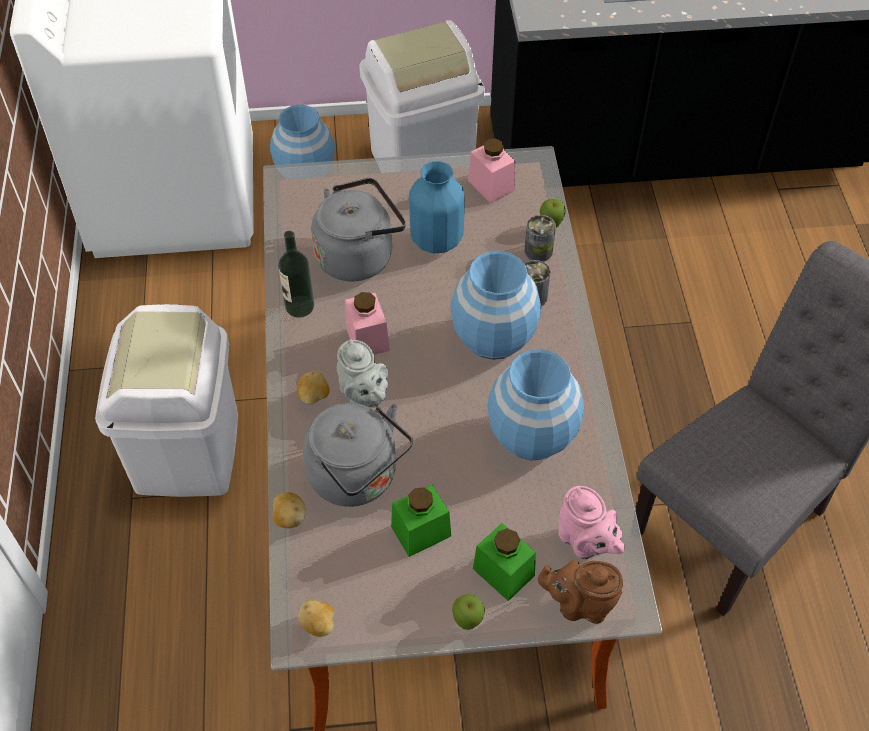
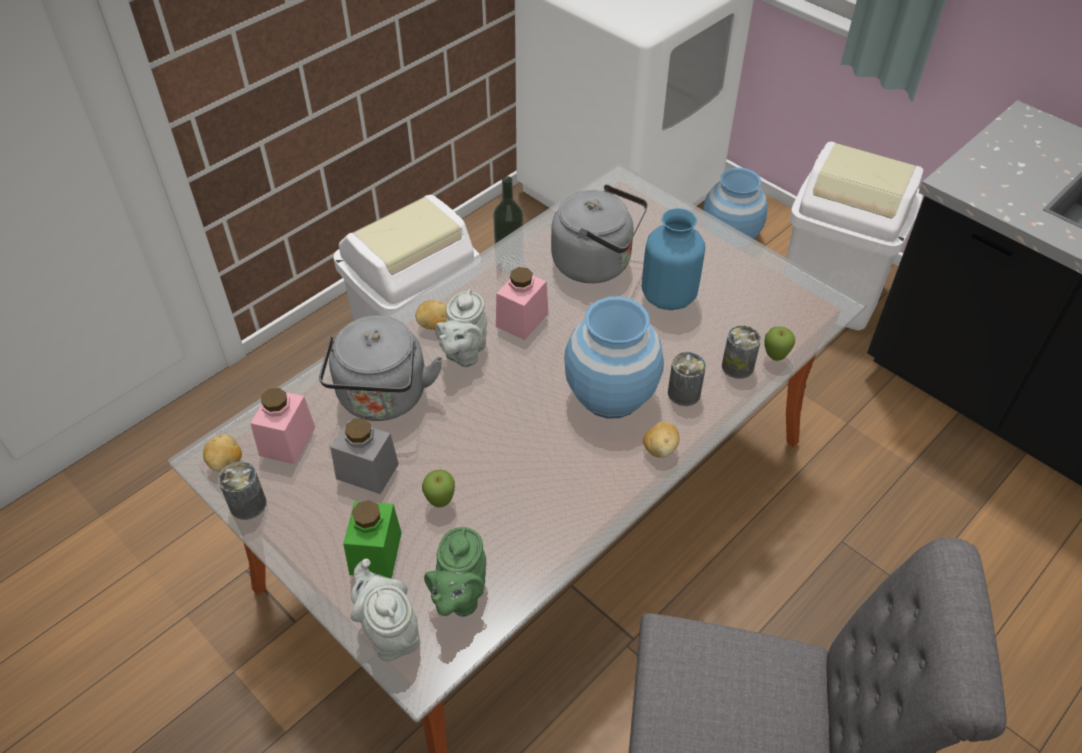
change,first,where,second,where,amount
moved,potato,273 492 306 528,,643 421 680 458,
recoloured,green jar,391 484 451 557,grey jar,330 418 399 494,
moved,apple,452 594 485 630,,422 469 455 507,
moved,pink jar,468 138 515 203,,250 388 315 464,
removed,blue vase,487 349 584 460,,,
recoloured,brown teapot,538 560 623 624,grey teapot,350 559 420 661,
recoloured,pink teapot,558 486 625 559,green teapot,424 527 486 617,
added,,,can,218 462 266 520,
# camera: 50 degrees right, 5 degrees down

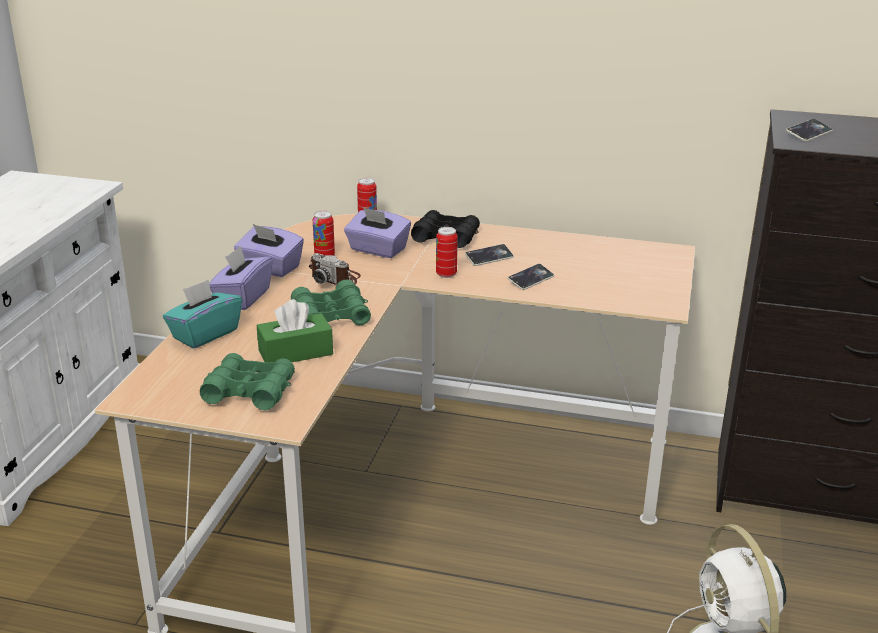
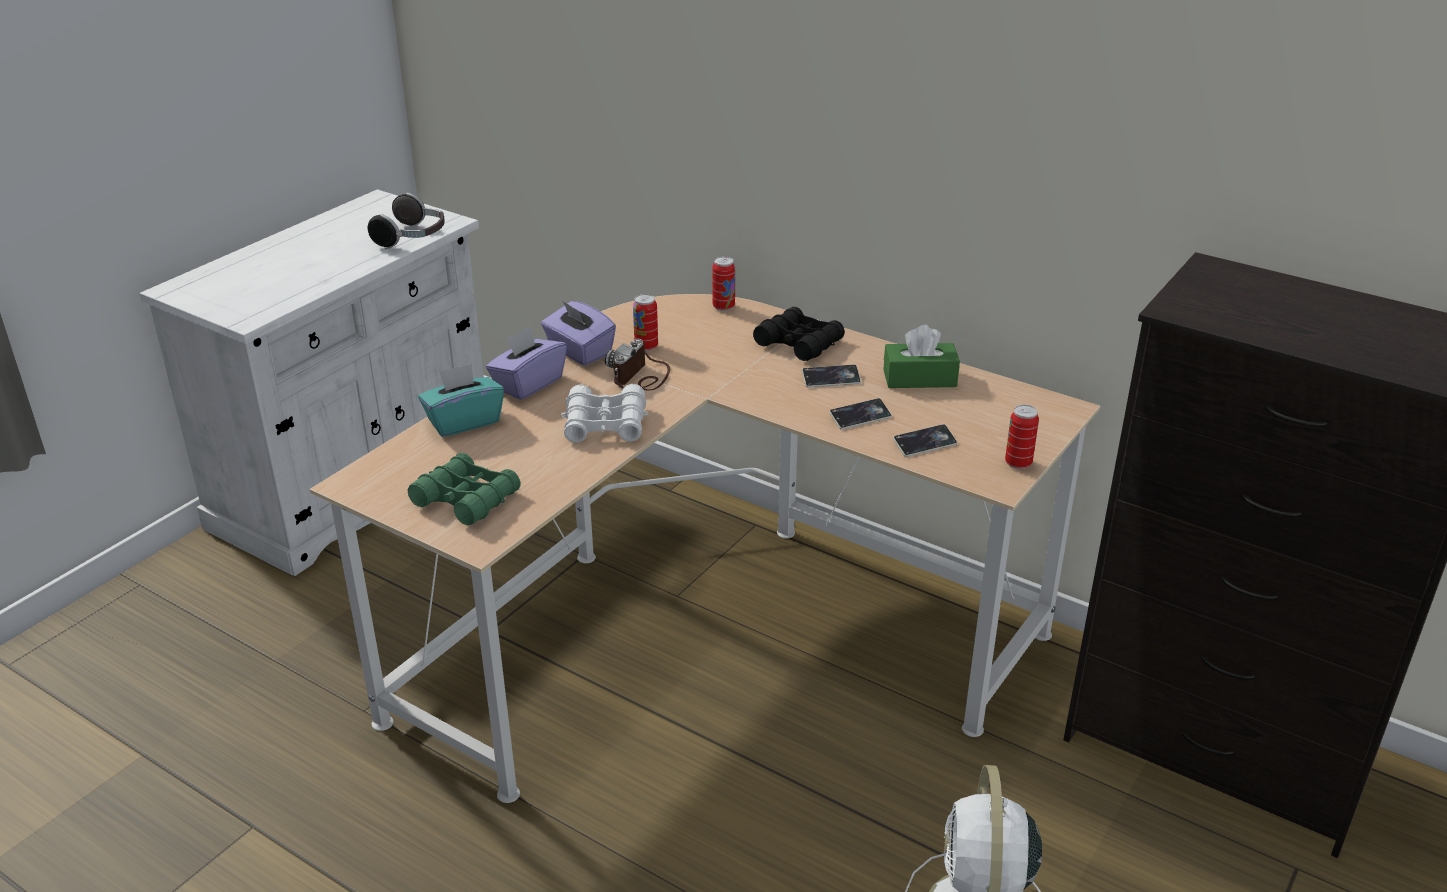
change,first,where,second,where,amount
moved,green tissue box,257 299 333 363,,883 325 960 388,
recoloured,green binoculars,291 280 371 325,white binoculars,561 384 649 443,
turned,photo camera,309 253 361 285,,605 339 670 391,60 degrees clockwise
removed,purple tissue box,344 207 411 258,,,
moved,can,436 227 458 278,,1005 405 1039 469,
moved,phone,786 119 833 142,,893 424 957 457,
added,,,headphones,368 193 445 249,
# camera: 20 degrees right, 5 degrees up

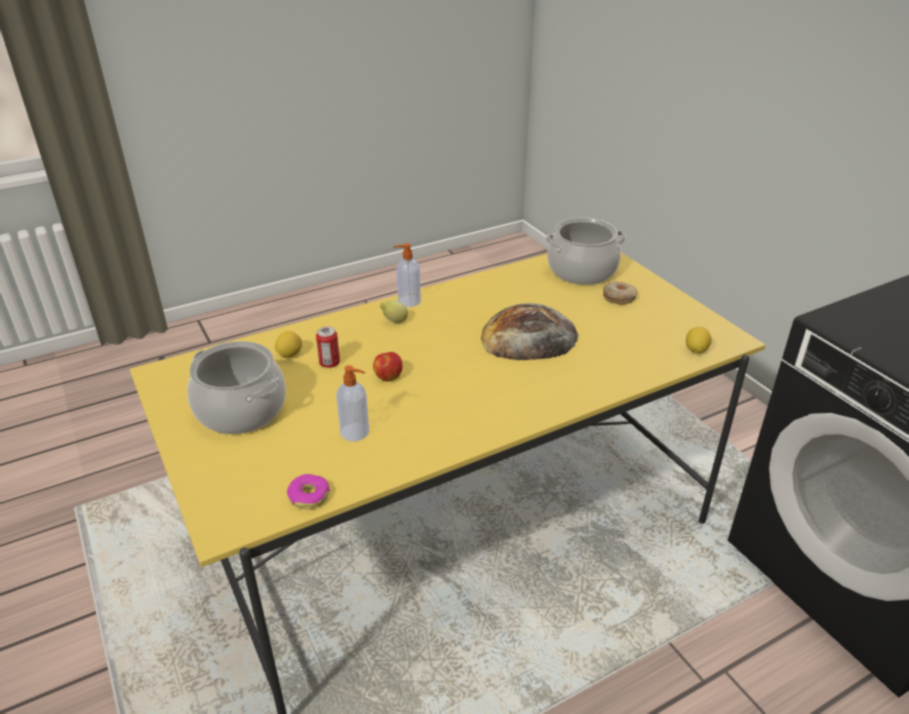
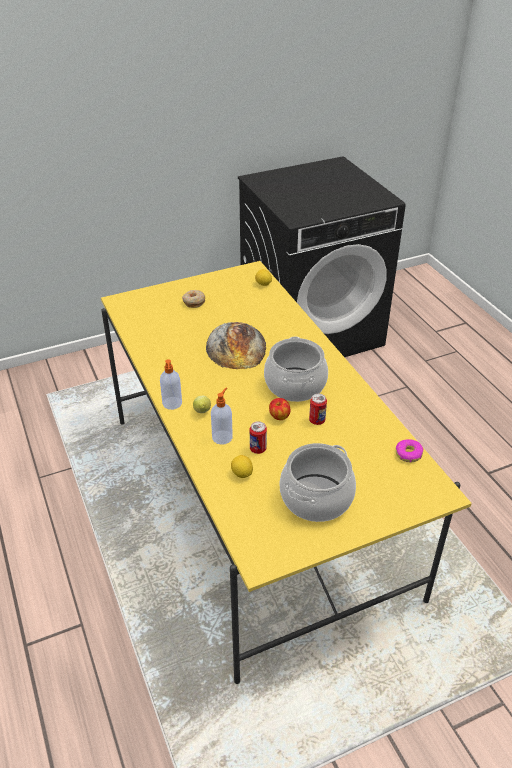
change,first,where,second,where,amount
moved,soap dispenser,336 365 369 442,,211 388 233 445,
moved,cooking pot,545 218 626 285,,264 337 328 402,
added,,,can,309 394 327 425,
# camera: 85 degrees left, 5 degrees up

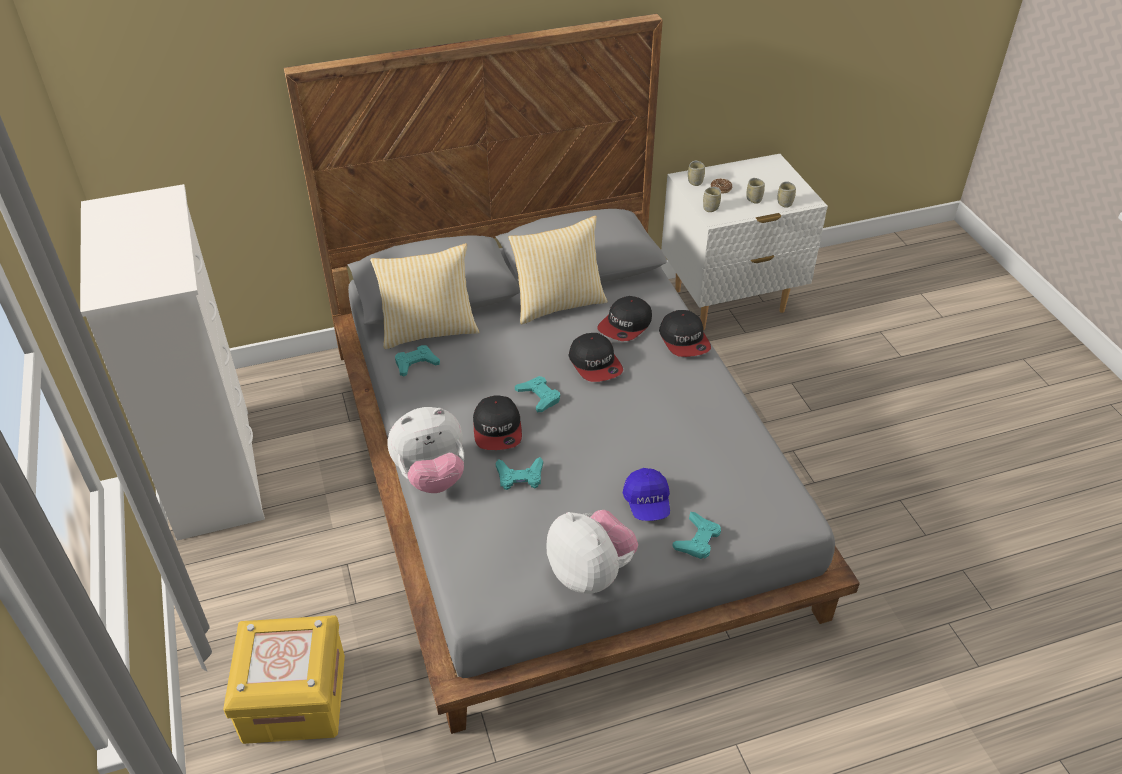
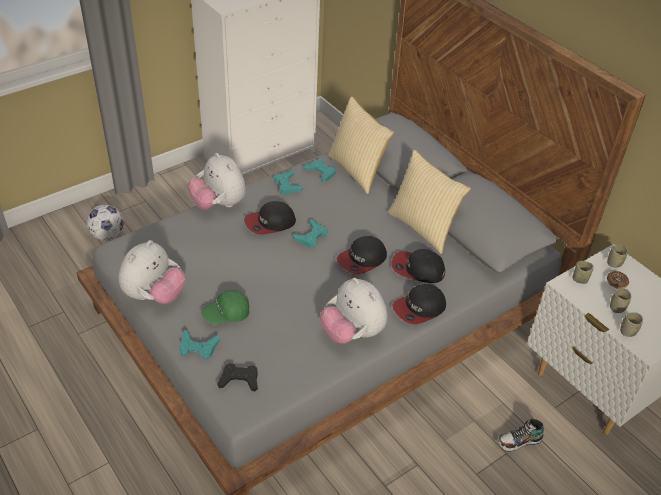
change,first,where,second,where,amount
replaced,yellow storage box,223 615 345 744,football,86 205 123 240,
moved,turquoise game controller,496 457 543 490,,274 170 303 195,
recoloured,blue cap,622 468 670 521,green cap,201 290 249 325,
added,,,black game controller,217 363 258 392,
added,,,plush toy,320 278 388 344,
added,,,shoe,497 419 544 452,
# camera: 70 degrees right, 0 degrees up

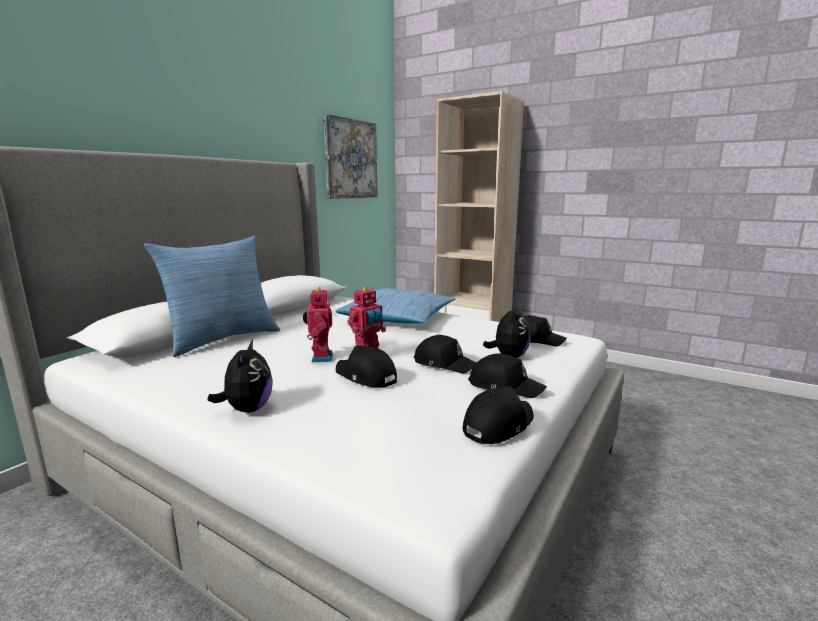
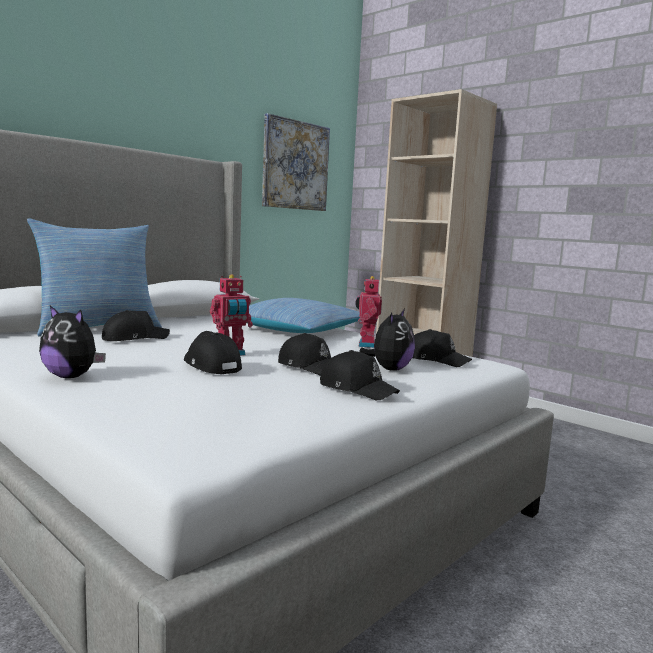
change,first,where,second,where,amount
turned,plush toy,207 340 273 413,,39 305 106 378,105 degrees clockwise
moved,toy robot,303 287 333 362,,355 276 382 348,
moved,black cap,463 386 534 444,,102 310 170 341,
# camera: 10 degrees right, 5 degrees down

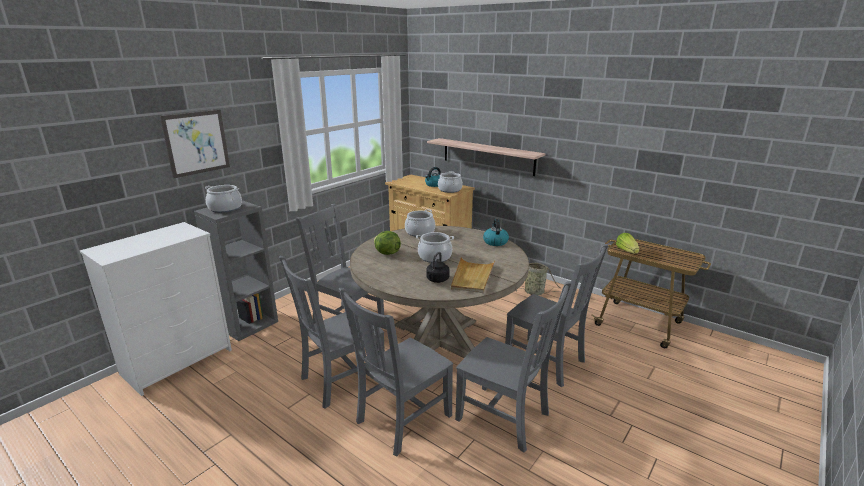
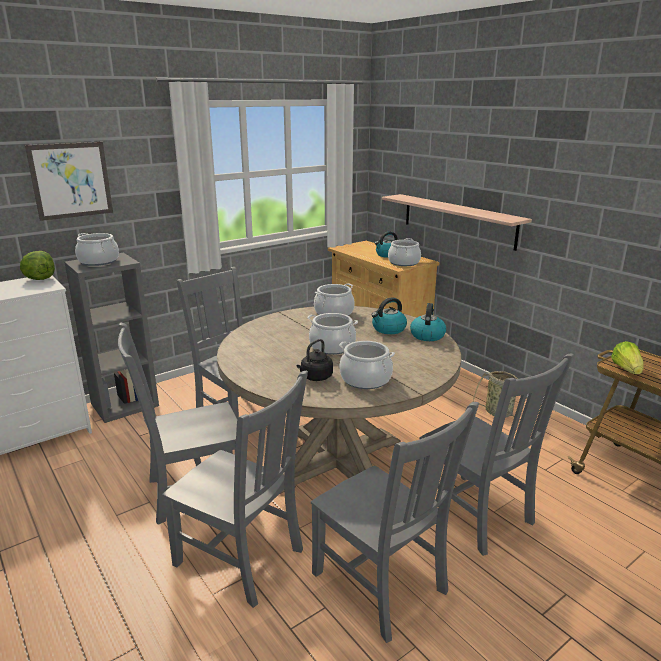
change,first,where,second,where,amount
turned,grey chair,339 288 453 456,,162 371 308 608,120 degrees counterclockwise
moved,lettuce,374 231 401 255,,20 251 55 280,
replaced,beige tray,451 257 495 293,cooking pot,339 341 395 389,
added,,,kettle,371 297 407 334,
# camera: 15 degrees right, 0 degrees up

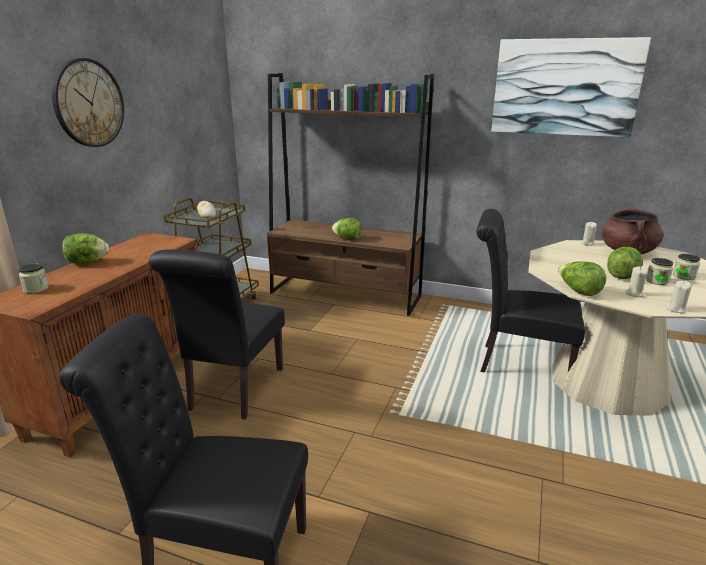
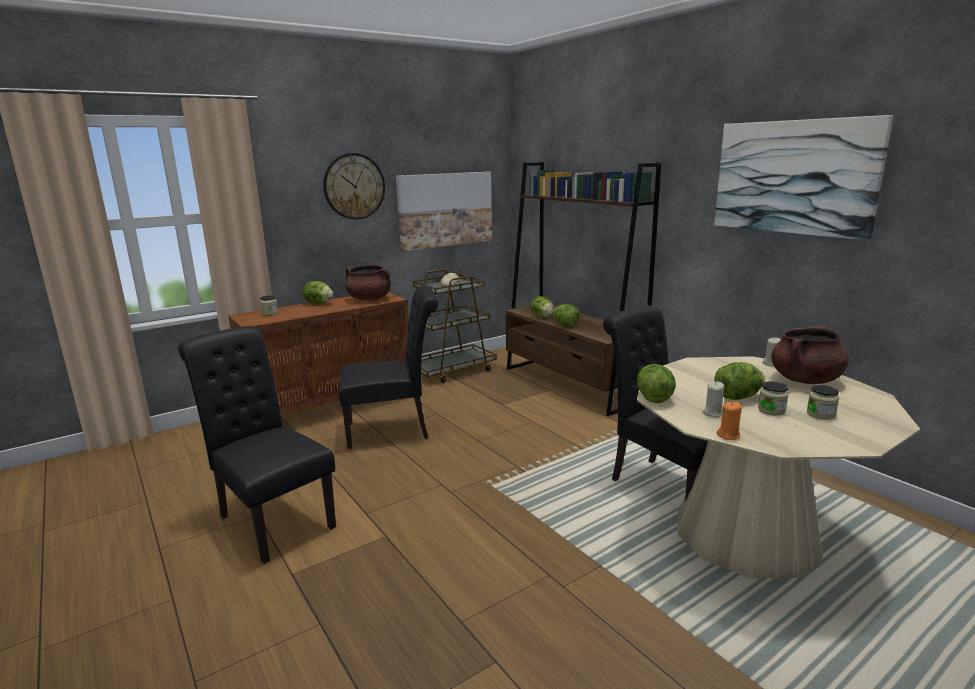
change,first,where,second,where,amount
turned,black chair,149 249 285 420,,339 285 438 449,150 degrees counterclockwise
recoloured,beige candle,666 281 692 313,orange candle,717 401 742 440,
added,,,brown cooking pot,345 265 391 300,
added,,,picture,396 172 492 251,
added,,,lettuce,530 296 554 318,
# camera: 35 degrees right, 5 degrees down

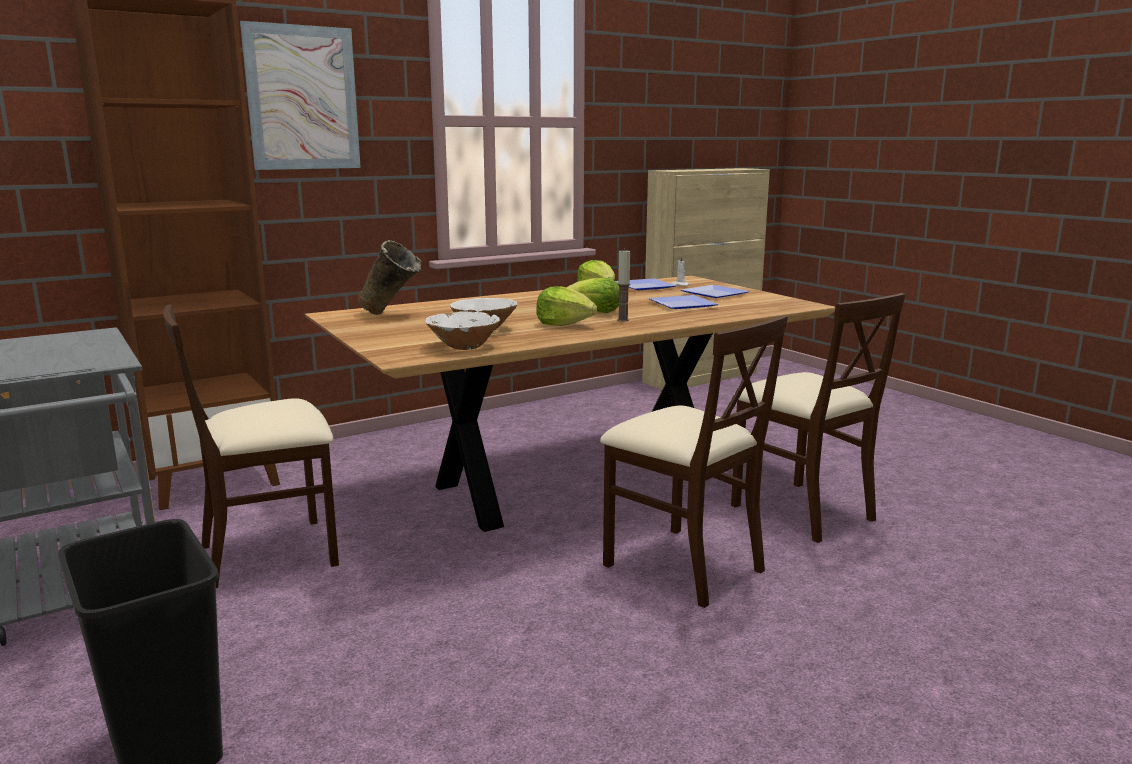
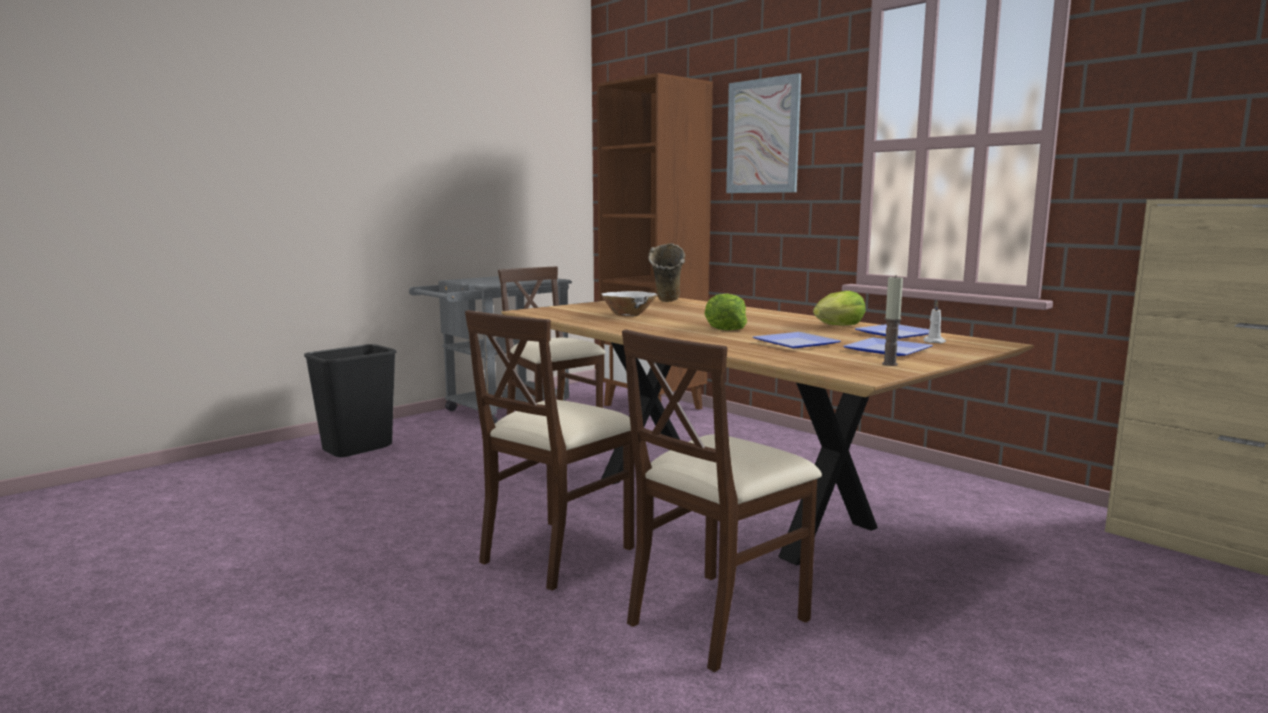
change,first,where,second,where,amount
removed,white bowl,425 311 500 350,,,
removed,lettuce,537 286 597 326,,,
moved,candle,617 249 630 322,,882 276 903 366,
# camera: 80 degrees right, 5 degrees down

